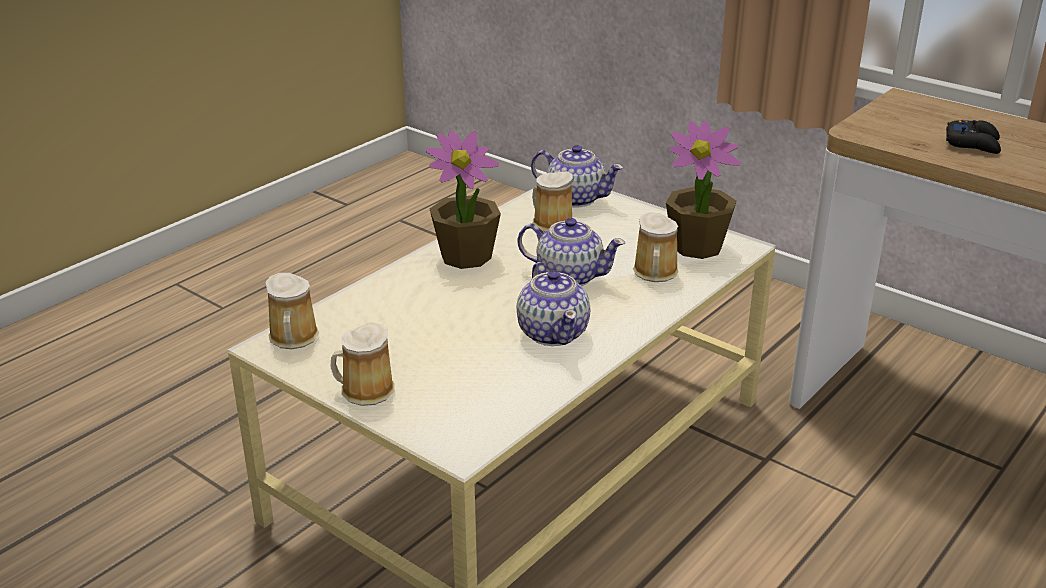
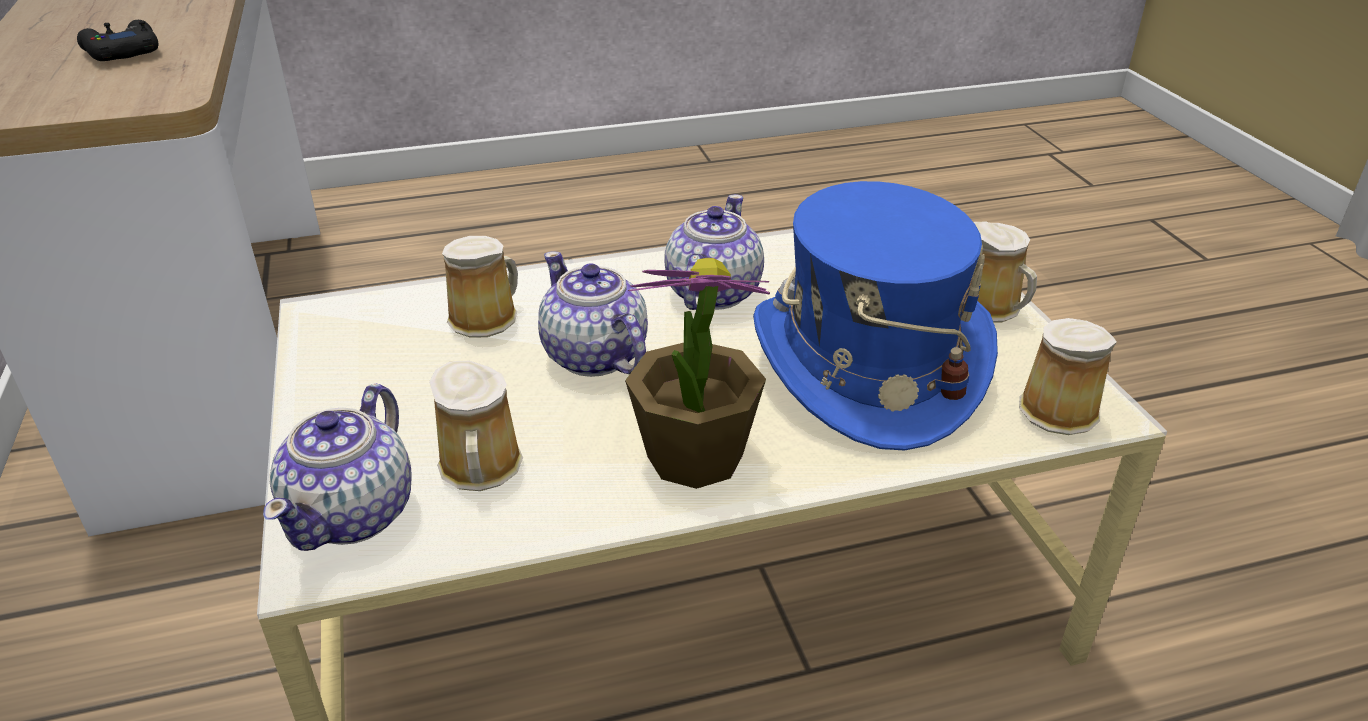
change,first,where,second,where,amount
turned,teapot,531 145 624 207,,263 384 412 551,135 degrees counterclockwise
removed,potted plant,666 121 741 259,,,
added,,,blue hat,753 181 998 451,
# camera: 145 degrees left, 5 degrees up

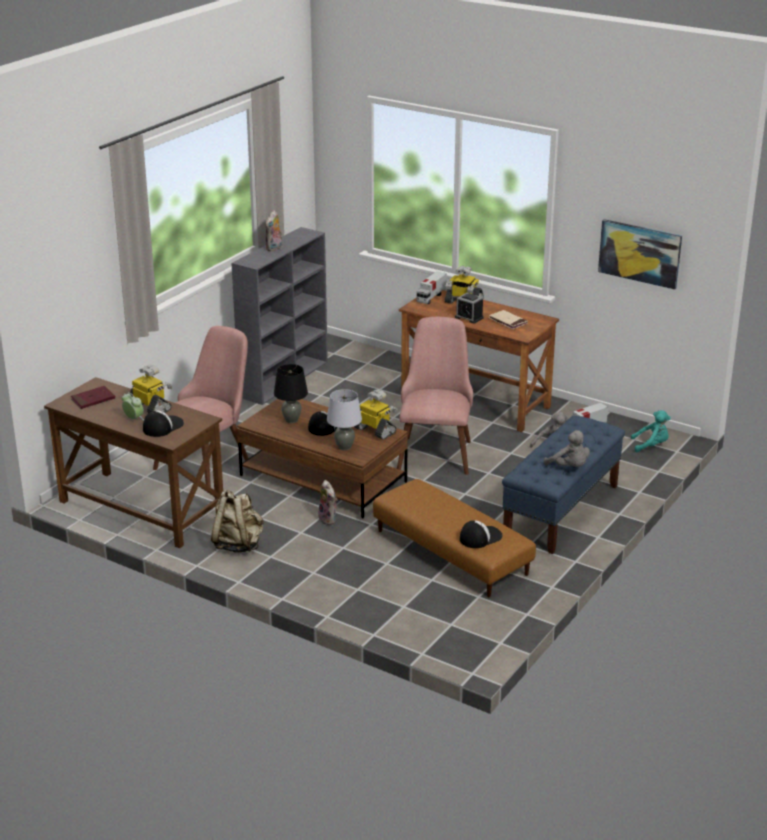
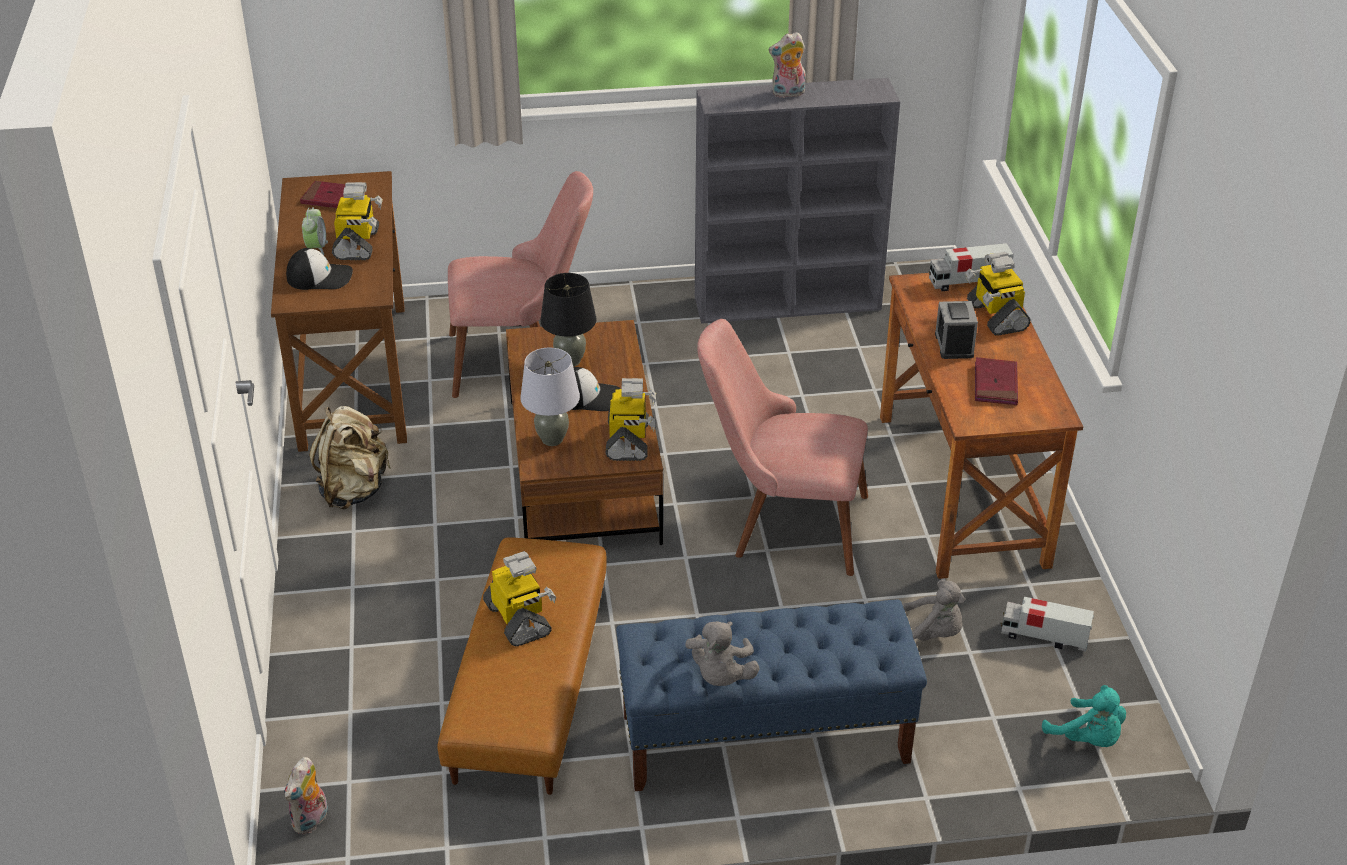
change,first,where,second,where,amount
moved,plush toy,318 480 338 525,,284 757 328 835,
turned,pink chair,397 317 473 475,,697 319 868 576,135 degrees counterclockwise
removed,cap,460 520 502 548,,,
recoloured,beige book,489 310 528 329,red book,975 357 1018 405,
removed,picture,598 219 682 290,,,
added,,,toy robot,483 551 556 646,
# camera: 50 degrees right, 10 degrees up

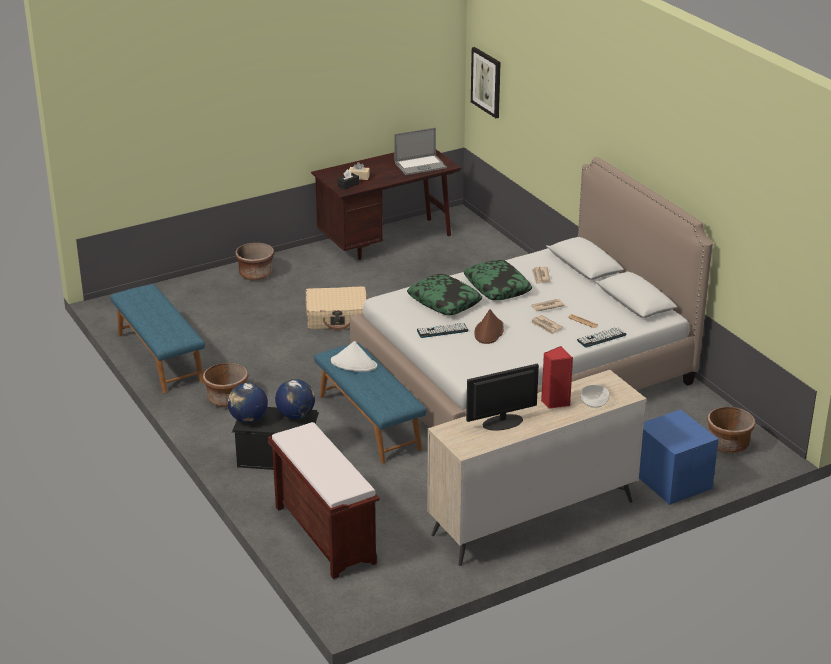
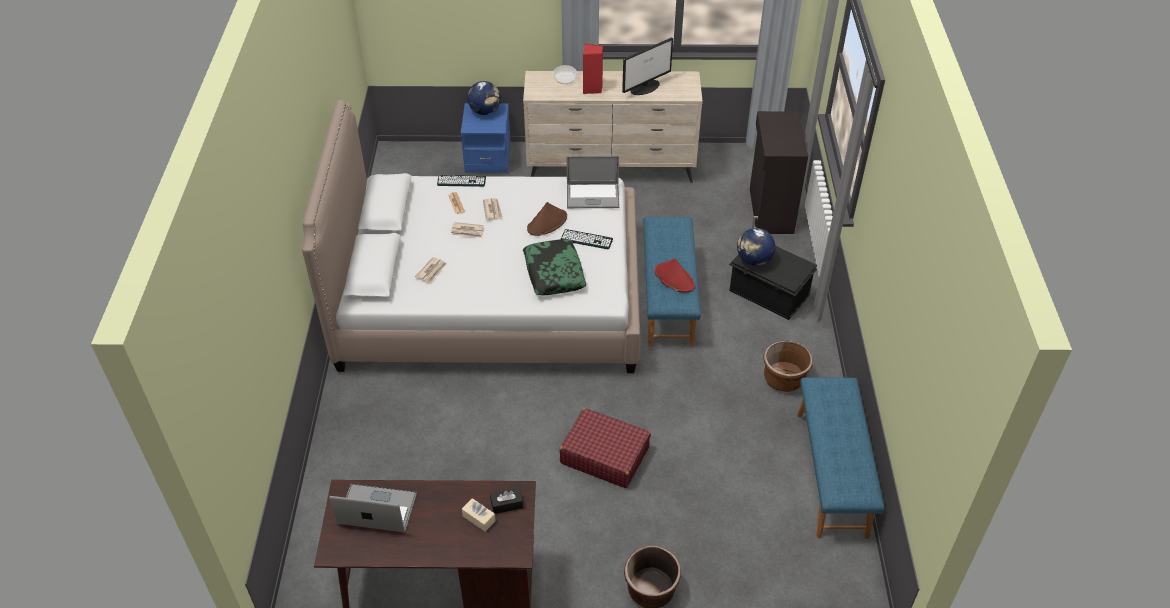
change,first,where,second,where,amount
moved,globe,228 383 268 423,,467 81 501 115,
replaced,brown bench,268 422 380 579,black cabinet,750 111 808 234,
recoloured,beige suitcase,306 287 367 330,red suitcase,559 408 651 488,
recoloured,white hat,331 341 377 372,red hat,655 259 695 293,
removed,pillow,464 260 532 300,,,
turned,monitor,466 364 539 431,,622 37 673 95,45 degrees counterclockwise
removed,picture,471 47 501 118,,,
removed,brown planter,707 407 756 454,,,
added,,,laptop,567 156 619 208,
# camera: 150 degrees left, 15 degrees up

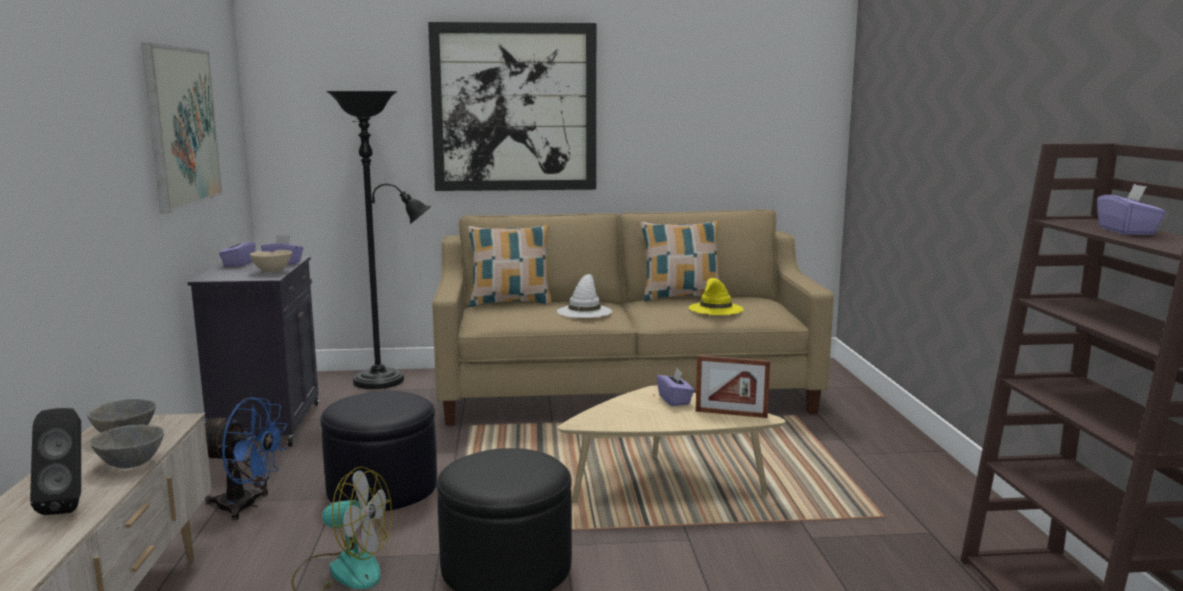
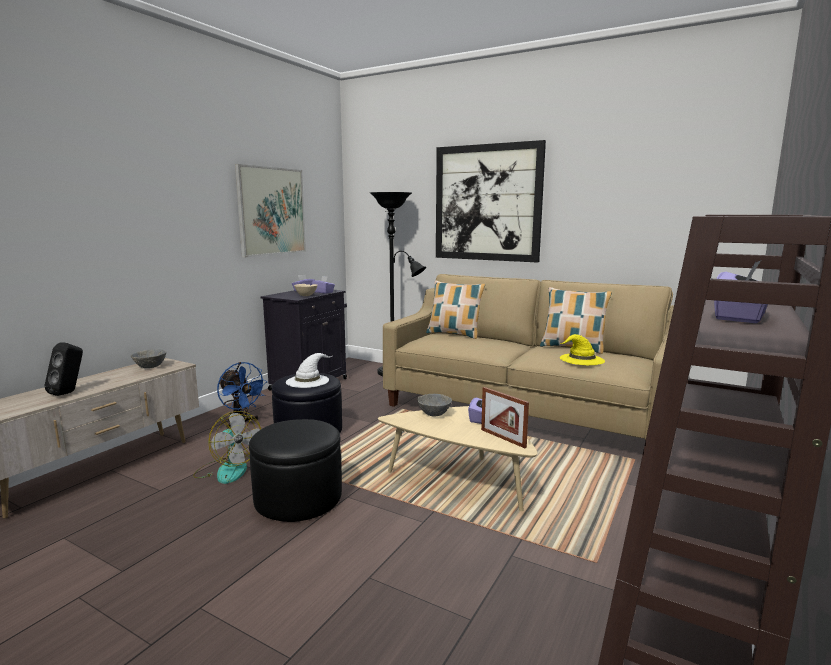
change,first,where,second,where,amount
moved,grey bowl,90 424 164 469,,417 394 452 416,
moved,white hat,557 274 612 318,,286 353 332 388,
# camera: 35 degrees right, 0 degrees up

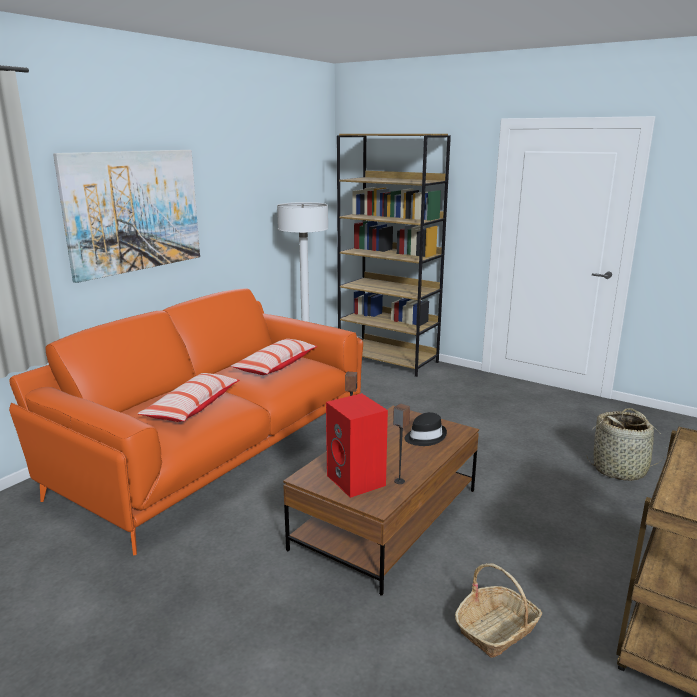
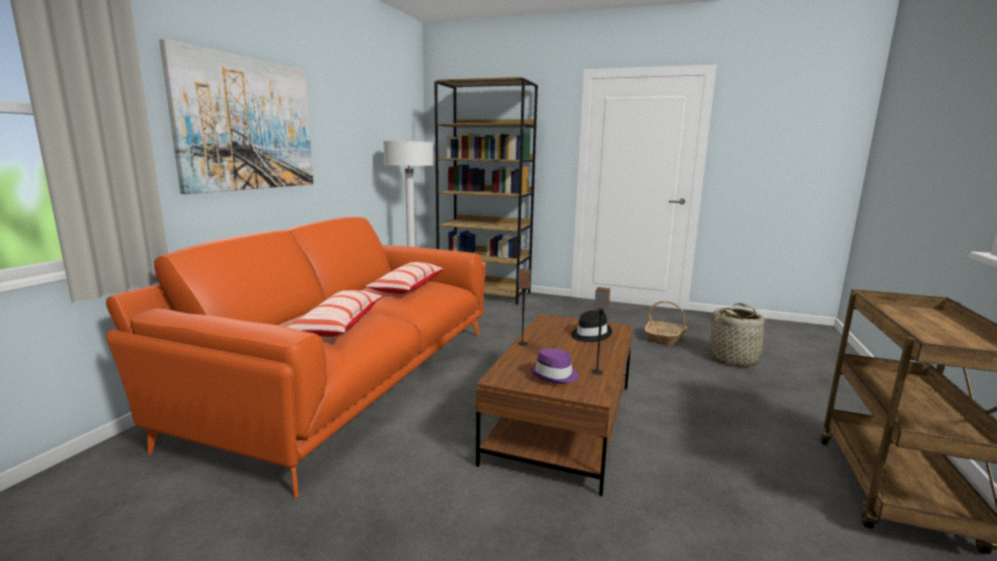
change,first,where,second,where,amount
replaced,red speaker,326 393 388 498,purple hat,530 349 579 384,
moved,basket,455 563 542 658,,645 301 687 346,
# camera: 15 degrees left, 5 degrees down

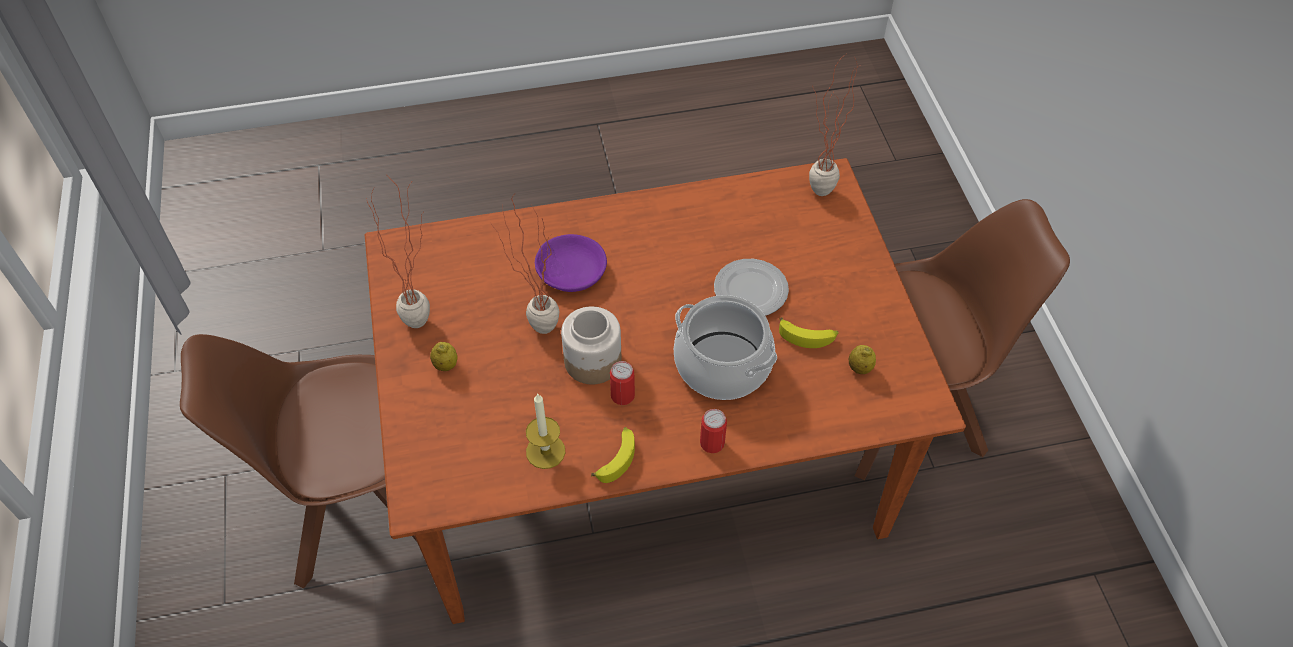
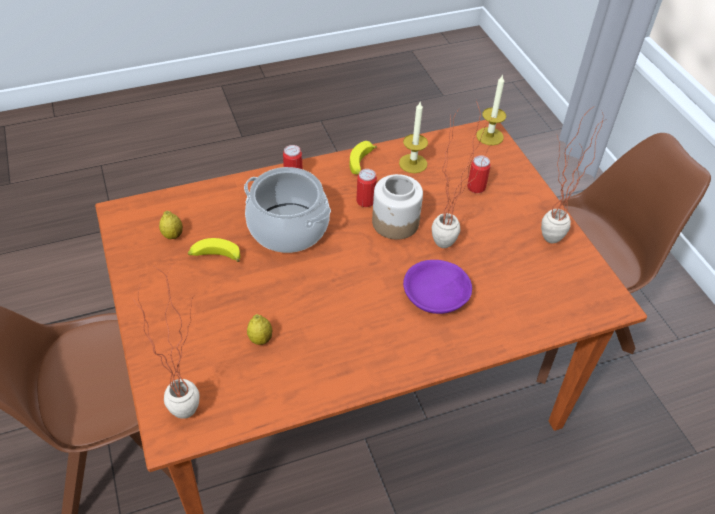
change,first,where,second,where,amount
moved,lemon,430 342 458 371,,247 314 272 345,
removed,plate,714 259 789 316,,,
added,,,can,467 155 491 193,
added,,,candle,476 74 506 146,
# camera: 170 degrees right, 5 degrees down

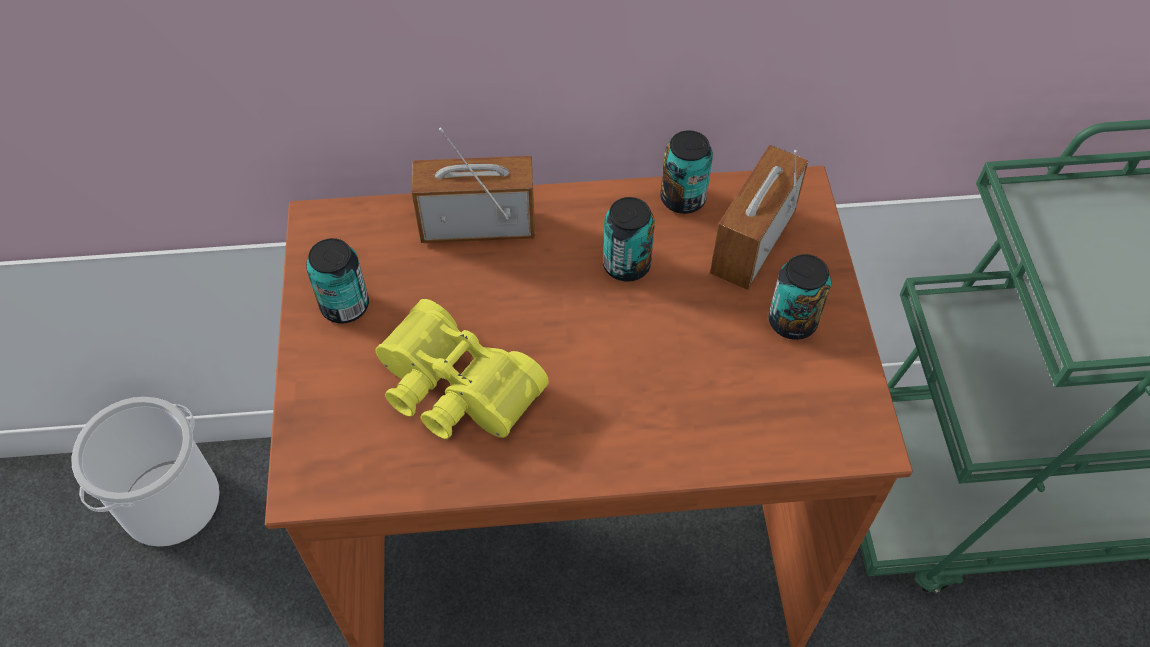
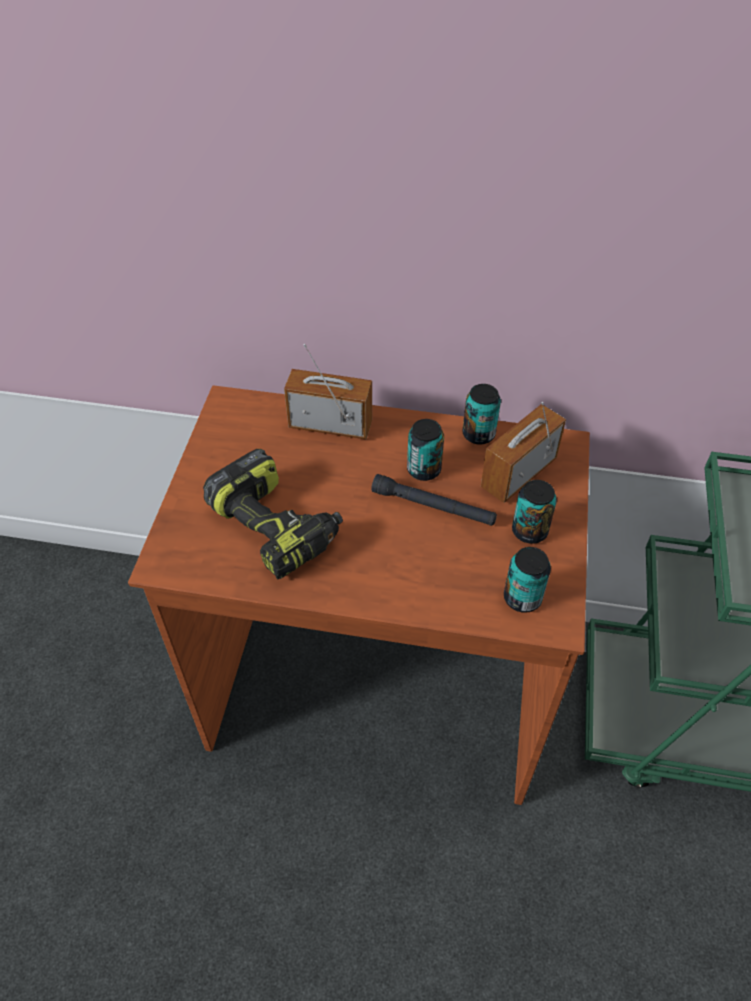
change,first,where,second,where,amount
removed,bucket,71 397 220 547,,,
moved,can,306 238 369 323,,504 547 551 613,
replaced,yellow binoculars,376 299 549 439,power drill,203 449 343 579,
added,,,black flashlight,371 474 497 526,
# camera: 15 degrees right, 5 degrees down

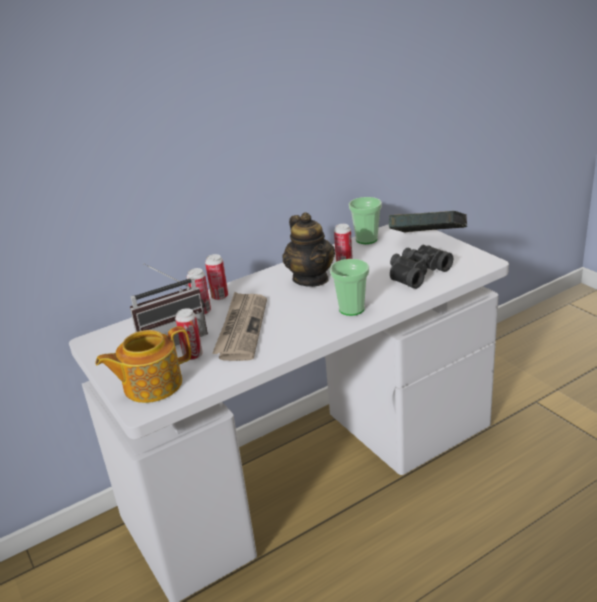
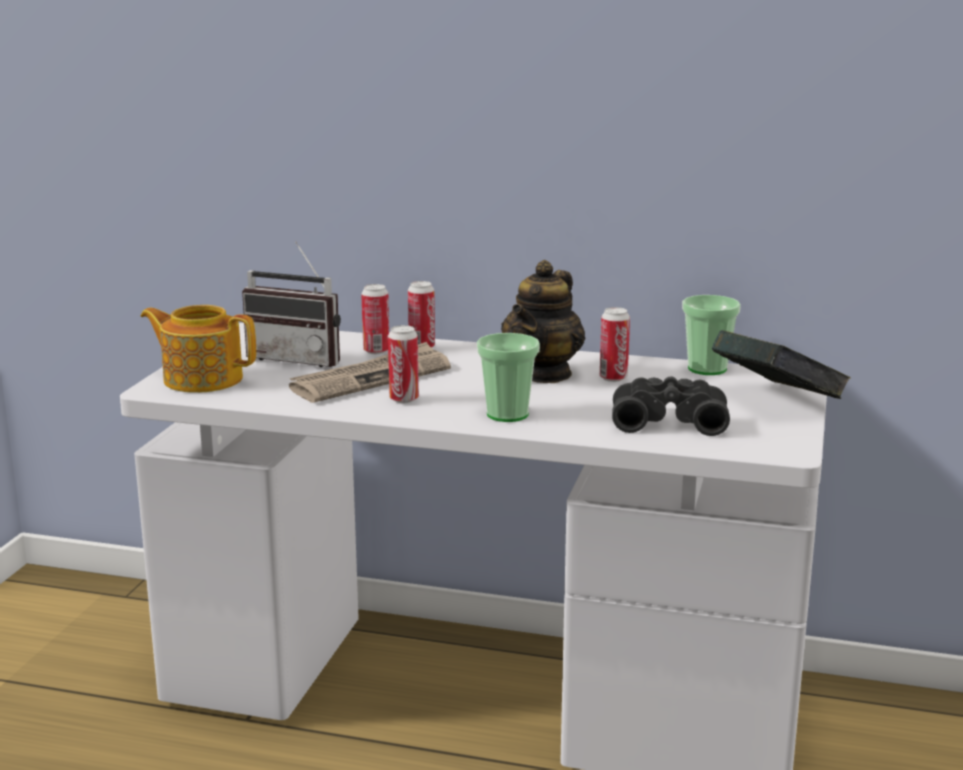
change,first,where,second,where,amount
moved,can,175 308 203 360,,388 325 419 403,
# camera: 45 degrees right, 10 degrees down

